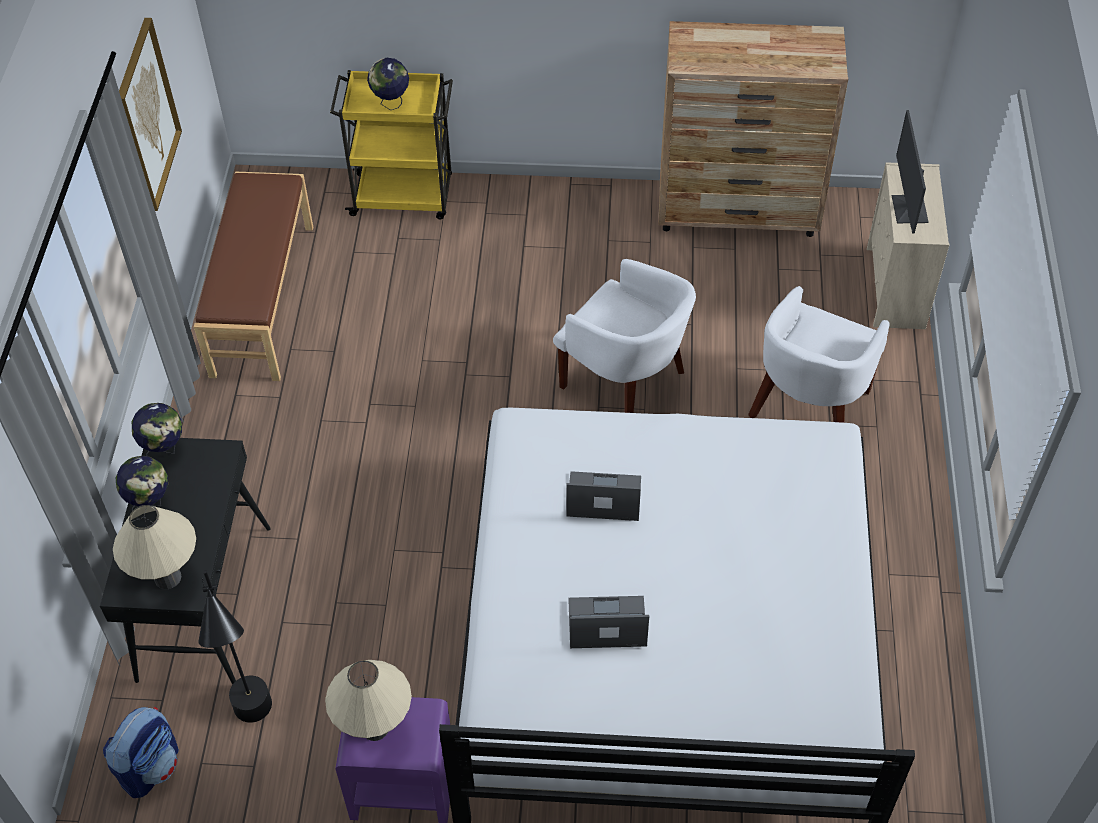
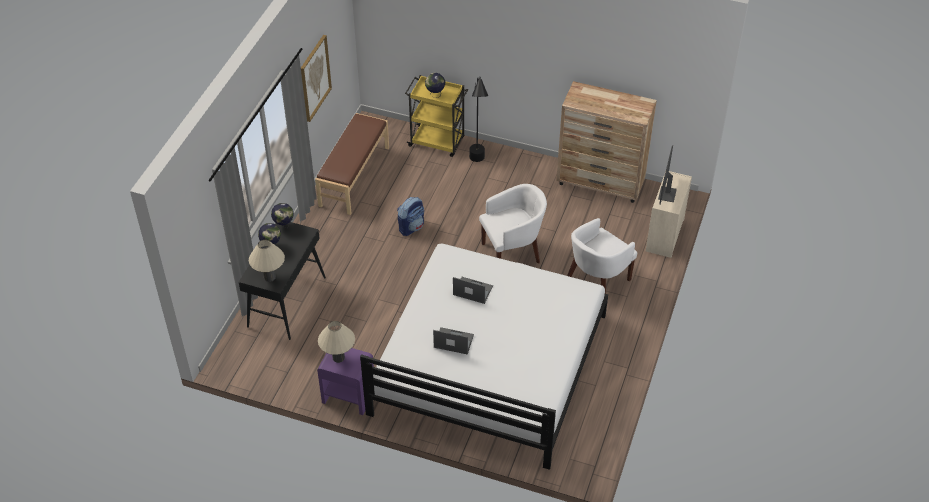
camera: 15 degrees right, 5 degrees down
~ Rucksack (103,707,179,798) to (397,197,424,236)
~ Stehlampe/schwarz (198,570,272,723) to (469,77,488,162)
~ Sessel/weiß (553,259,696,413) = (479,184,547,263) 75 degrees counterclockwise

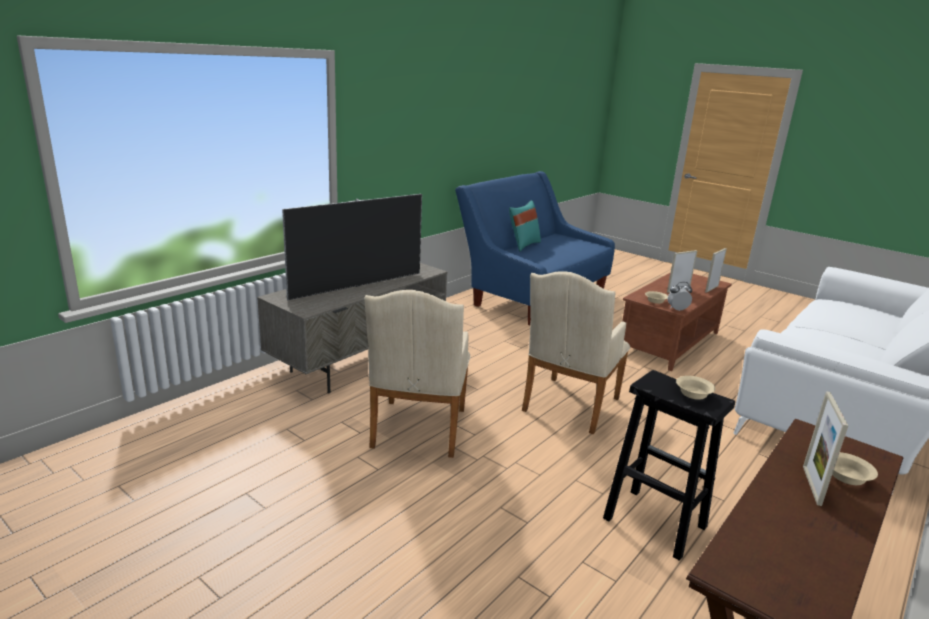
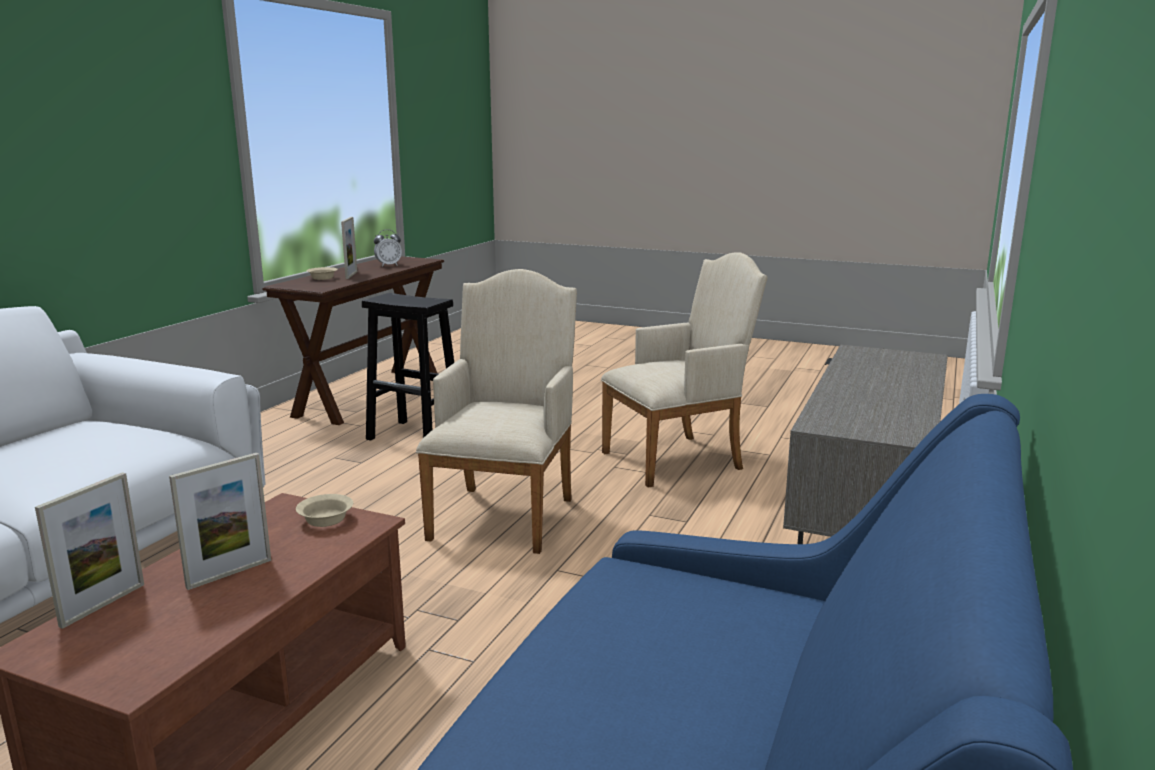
camera: 165 degrees right, 5 degrees down
- Fernseher (282,194,422,300)
~ Sessel/beige (364,290,471,458) = (601,252,768,488) 75 degrees clockwise
- Kissen/türkis (509,200,541,252)
~ Wecker (668,282,692,311) to (374,229,402,267)
- Schüssel/beige (676,376,716,400)

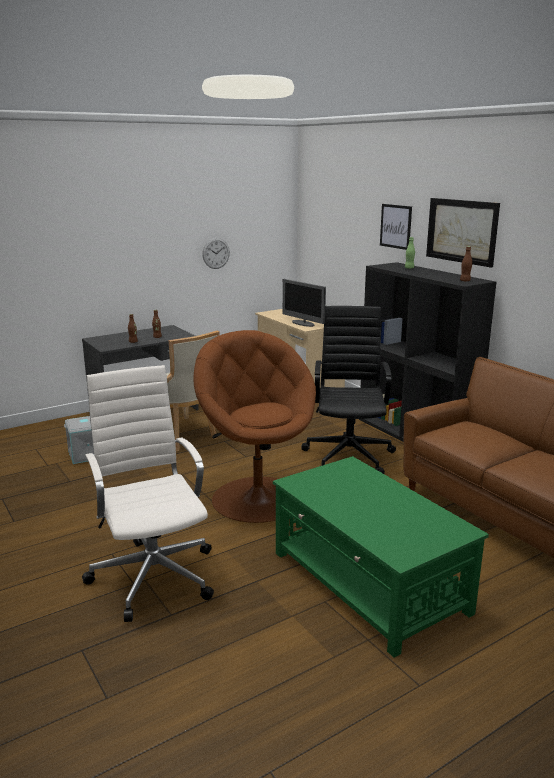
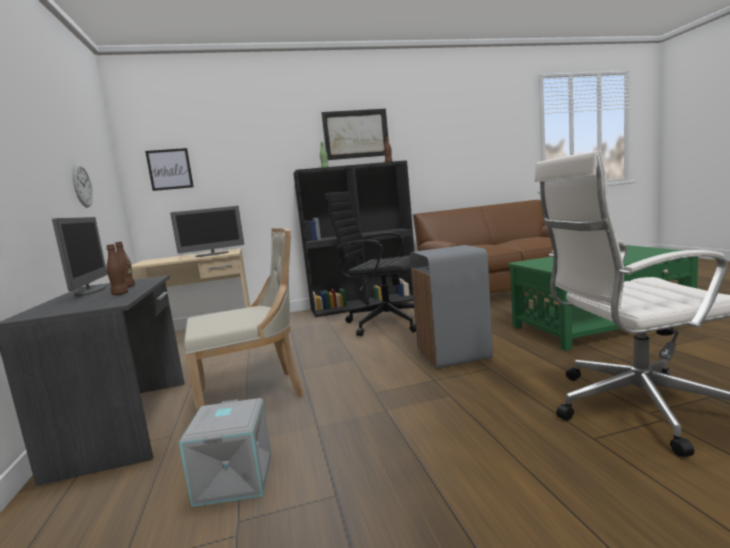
camera: 70 degrees left, 10 degrees down
~ Sessel/braun (193,330,316,523) to Mülleimer/grau (410,245,493,369)
~ Bild (380,204,412,250) to (145,148,194,191)
+ Monitor (52,217,107,296)

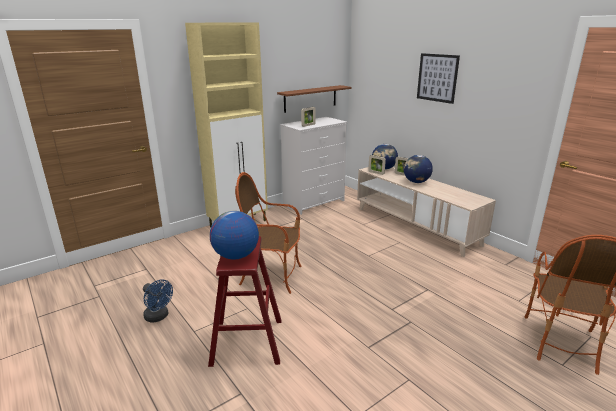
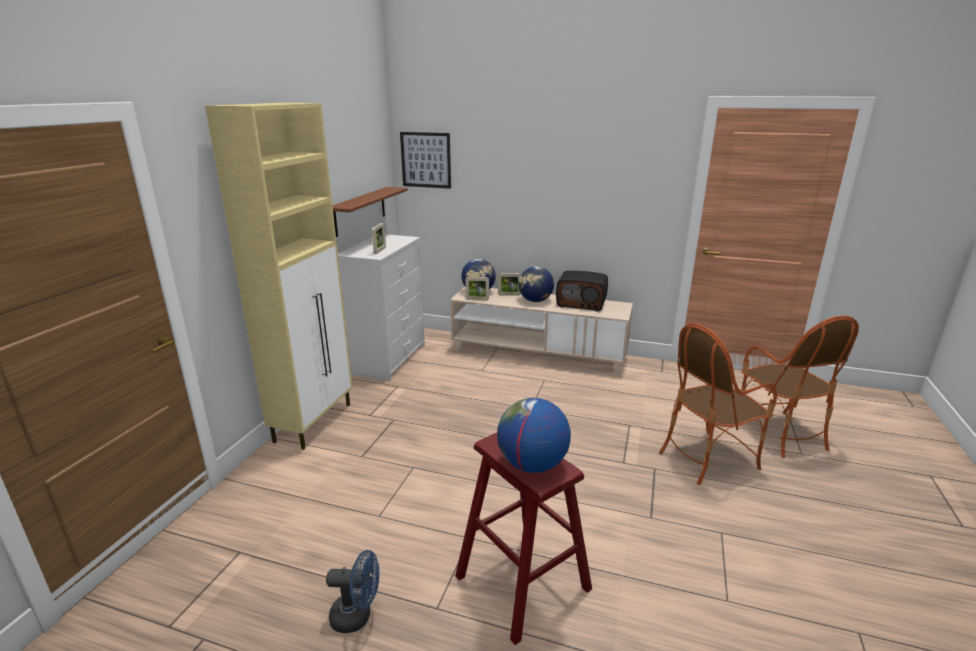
camera: 35 degrees left, 0 degrees up
~ Sessel (235,172,302,294) to (659,323,777,485)
~ Bild (417,53,460,104) to (400,132,451,189)
+ Radio (556,271,608,311)

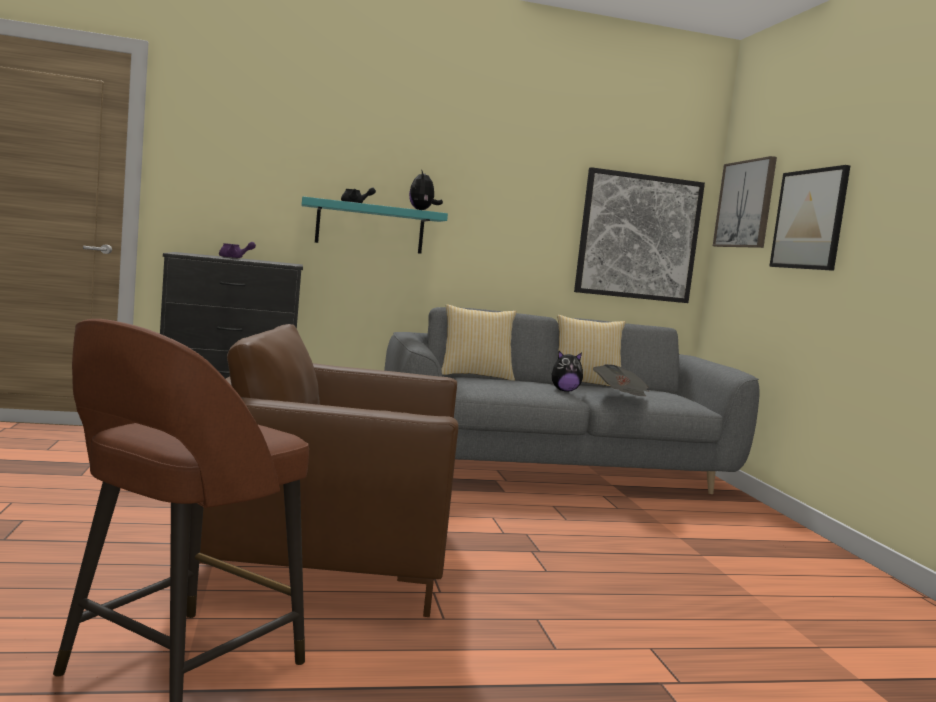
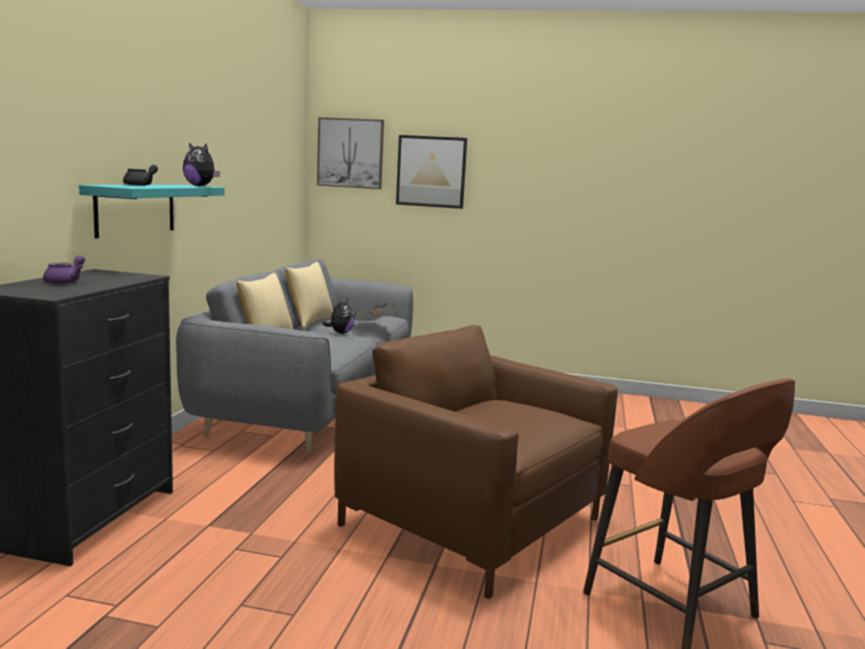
camera: 65 degrees left, 5 degrees up
~ Sessel/braun (199,324,458,617) = (334,325,618,599) 105 degrees clockwise
- Bild (574,167,705,303)

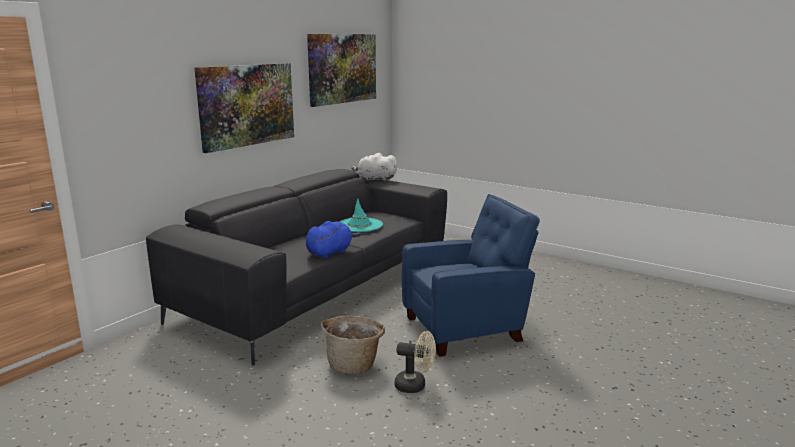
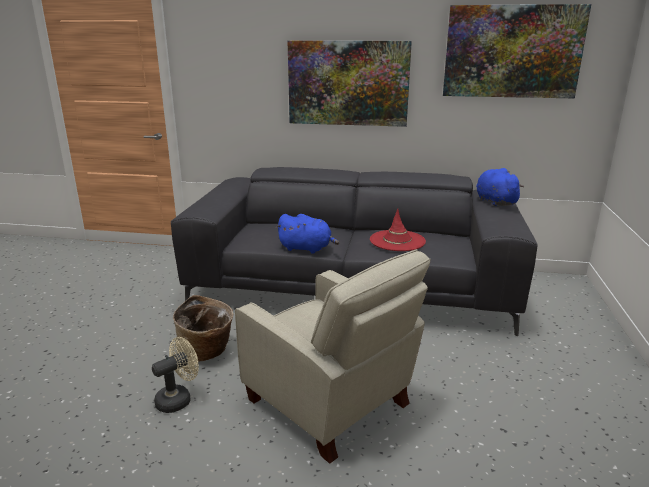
camera: 65 degrees right, 5 degrees up
~ Hut/türkis (339,198,383,232) to Hut/rot (370,209,426,251)
~ Plüschtier/weiß (351,153,397,181) to Plüschtier/blau (476,168,524,206)
~ Ventilator/beige (395,331,436,393) = (152,337,199,413) 120 degrees counterclockwise
~ Sessel/blau (402,194,540,357) to Sessel/beige (235,249,431,464)

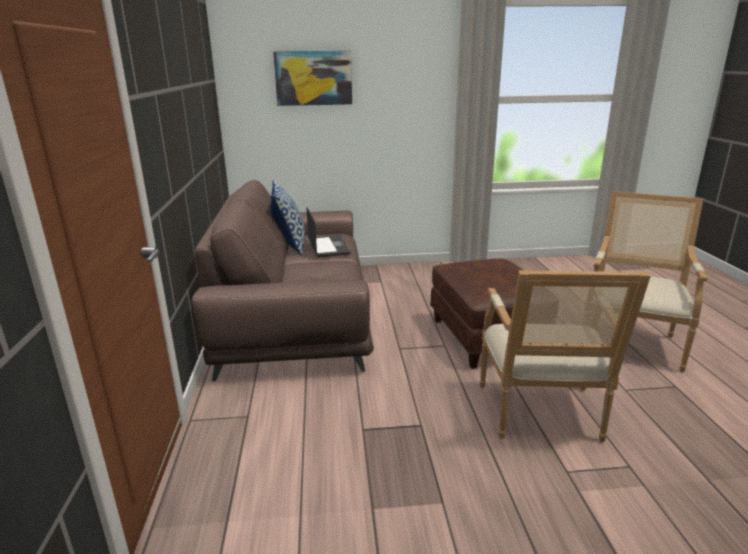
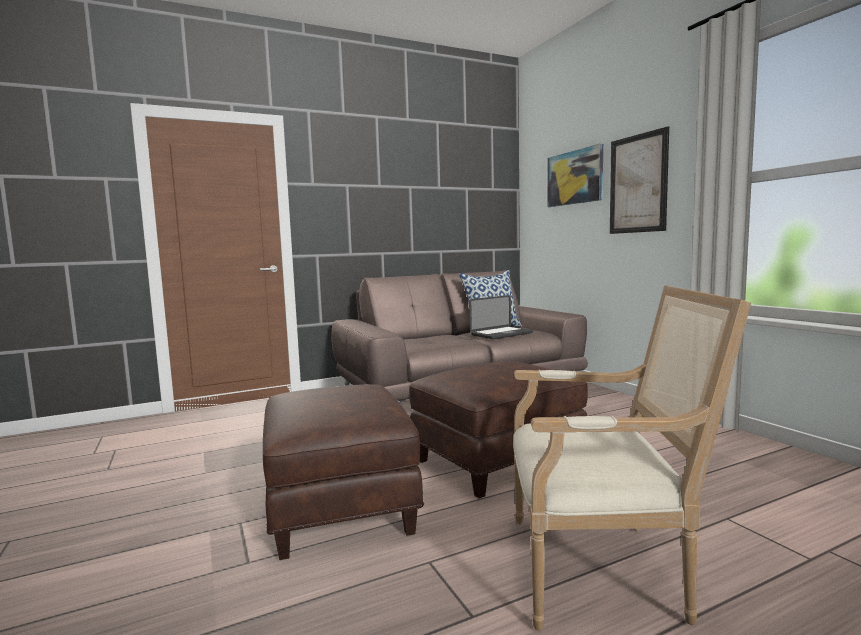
camera: 70 degrees right, 15 degrees down
~ Sessel (480,270,651,442) to Polsterhocker/braun (263,384,424,560)
+ Bild (610,126,669,234)

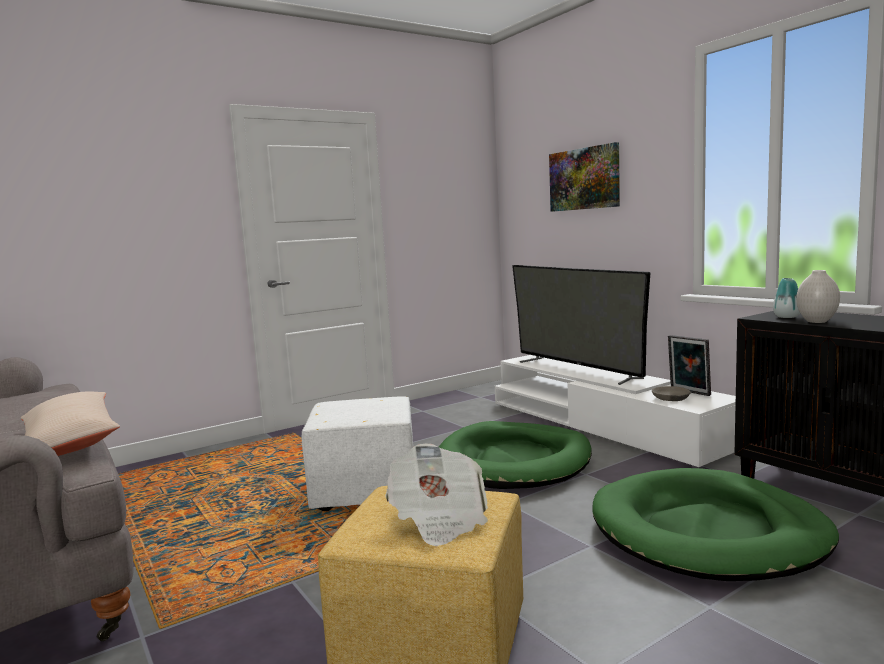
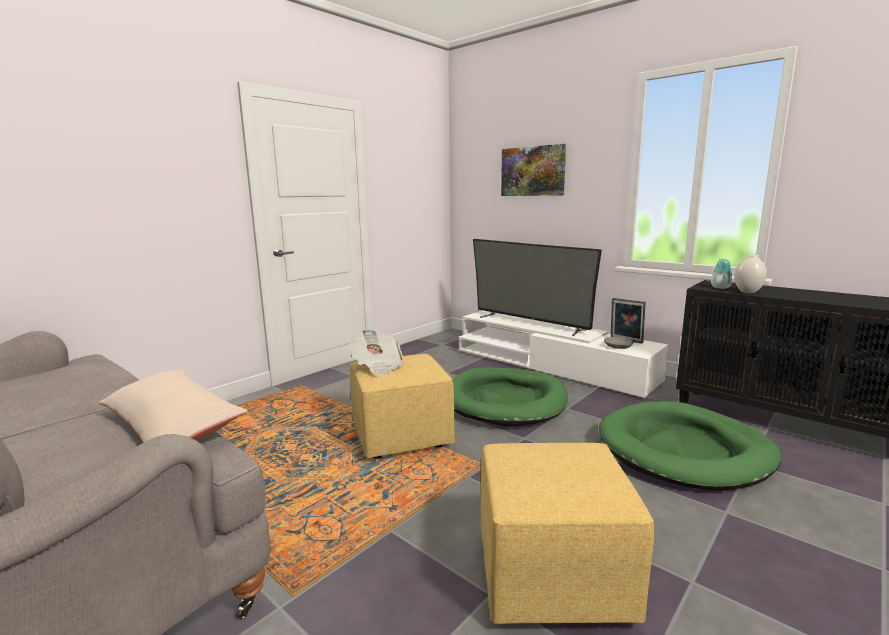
camera: 15 degrees left, 5 degrees up
~ Polsterhocker/weiß (302,396,413,511) to Polsterhocker/gelb (350,354,455,459)
~ Zeitung (385,443,488,546) to (350,329,404,376)

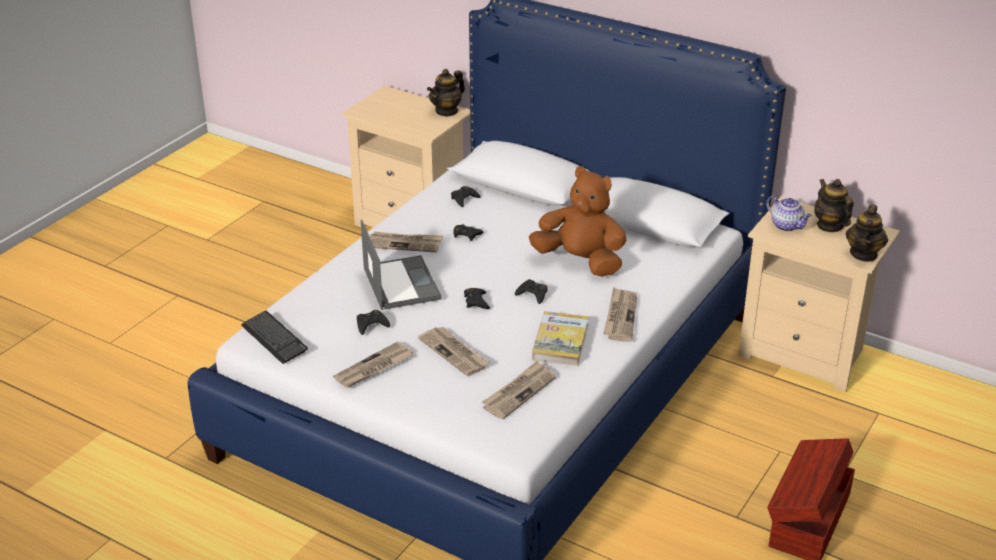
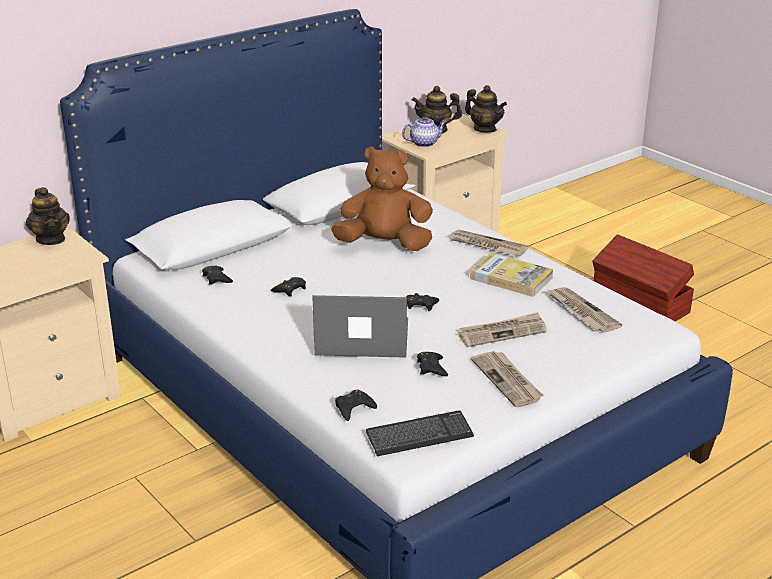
camera: 70 degrees left, 5 degrees down
- Zeitung (369,231,443,253)
~ Gamepad/schwarz (515,279,548,304) to (335,390,377,421)
~ Plüschtier/braun (529,166,627,277) = (331,146,433,251) 45 degrees clockwise

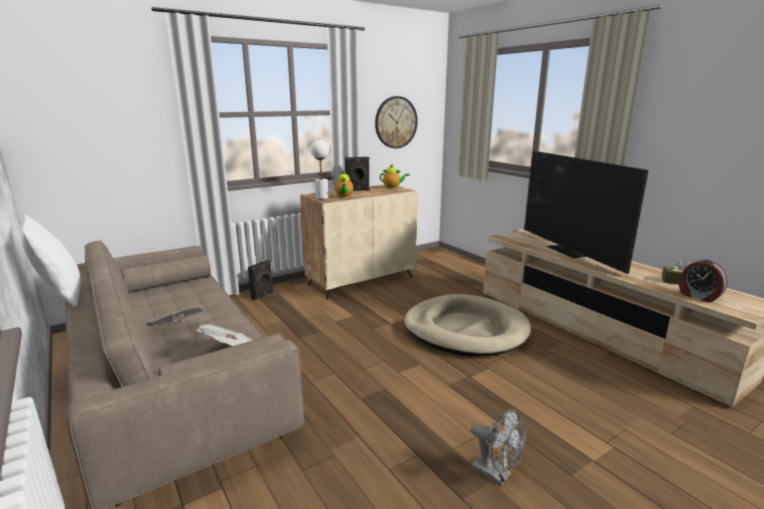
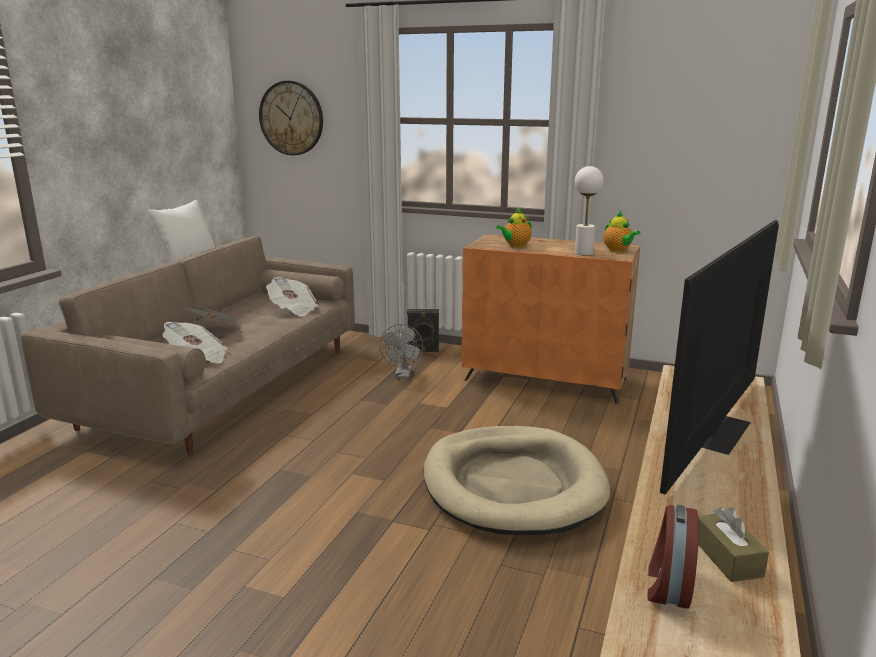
camera: 55 degrees right, 0 degrees up
~ Schrank/beige (300,185,418,299) to Schrank/orange (462,234,640,403)
~ Tischlampe/weiß (310,140,329,199) to (575,166,603,255)
- Lautsprecher/schwarz (345,157,370,191)
~ Wanduhr (375,96,418,149) to (259,81,323,155)
~ Ventilator/grau (471,409,526,486) to (380,324,423,379)
+ Zeitung (266,277,318,316)

